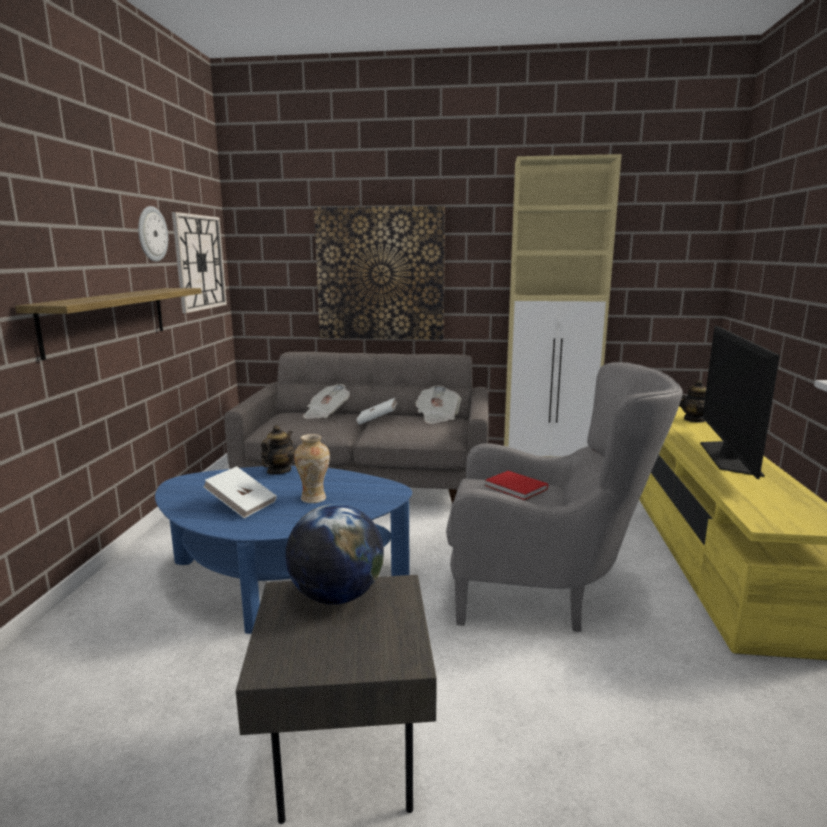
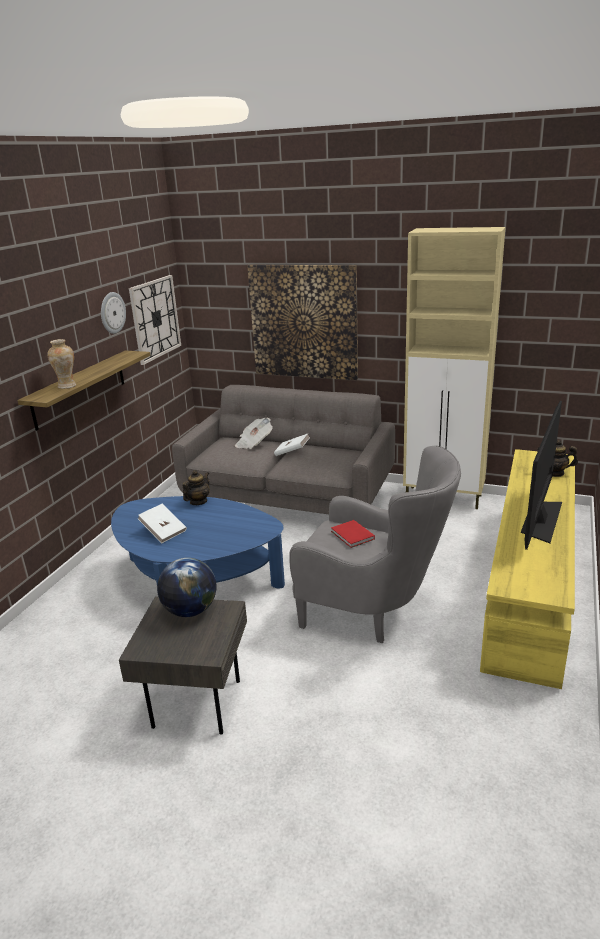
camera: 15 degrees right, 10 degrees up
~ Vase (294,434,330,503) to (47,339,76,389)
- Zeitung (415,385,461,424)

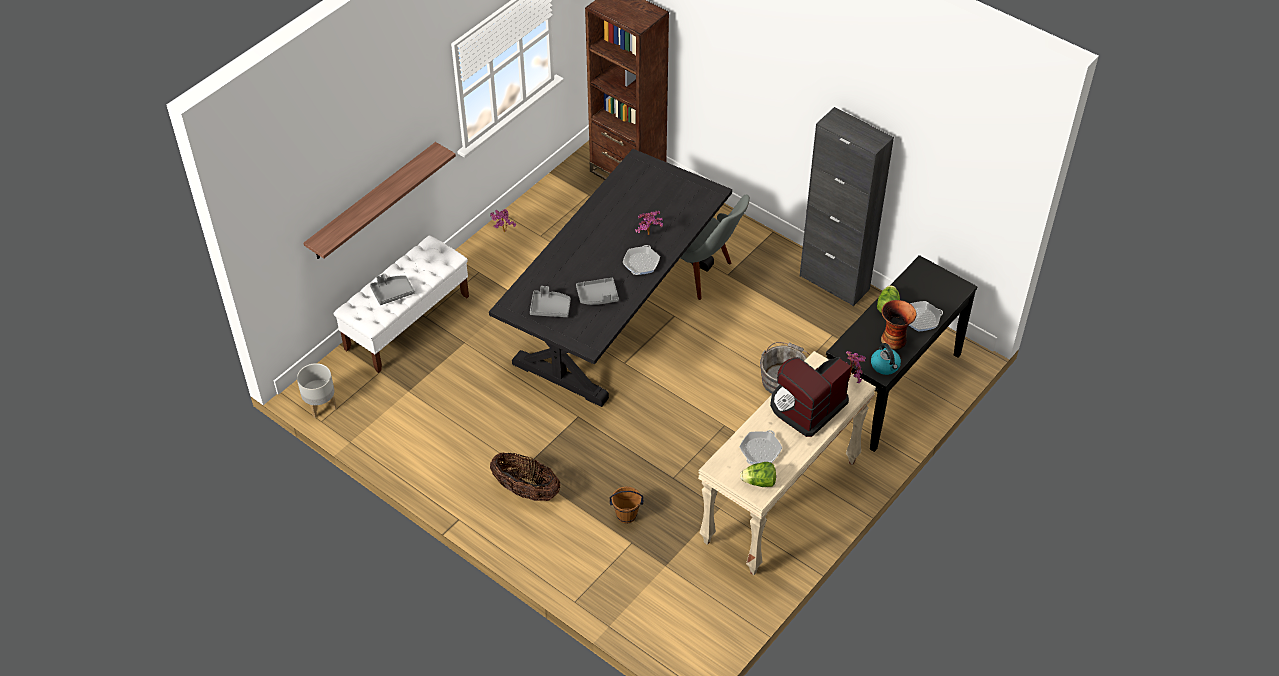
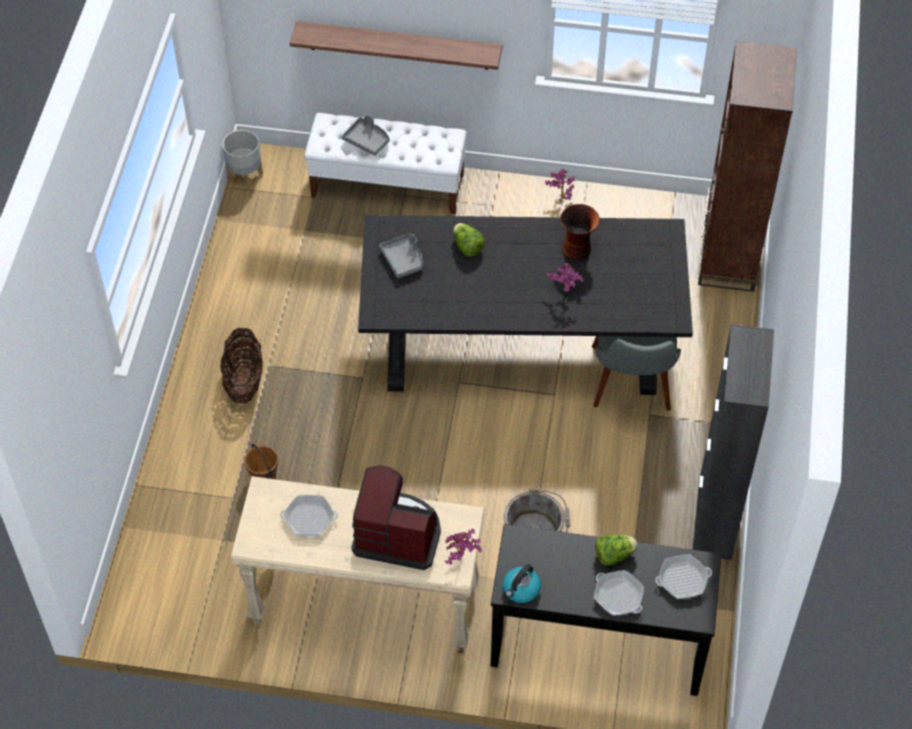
camera: 60 degrees right, 5 degrees up
- Tablett/grau (576,278,619,305)
~ Pfanne (623,245,660,275) to (655,554,712,599)
~ Salatkopf (740,462,776,487) to (453,223,485,256)
~ Vase (881,300,917,350) to (560,204,600,260)

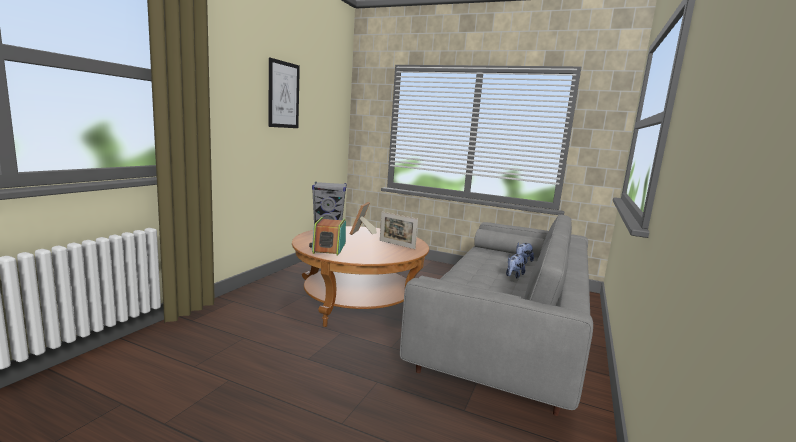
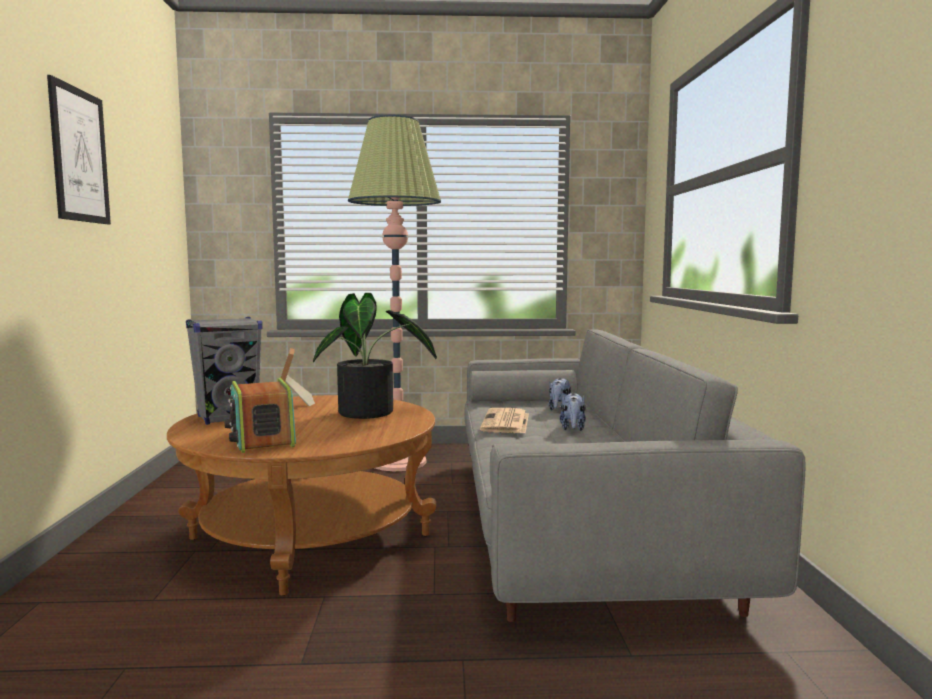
camera: 25 degrees left, 5 degrees down
~ Bilderrahmen (380,212,418,249) to Topfpflanze (313,293,437,419)
+ Stehlampe (348,115,441,471)
+ Zeitung (480,408,529,433)

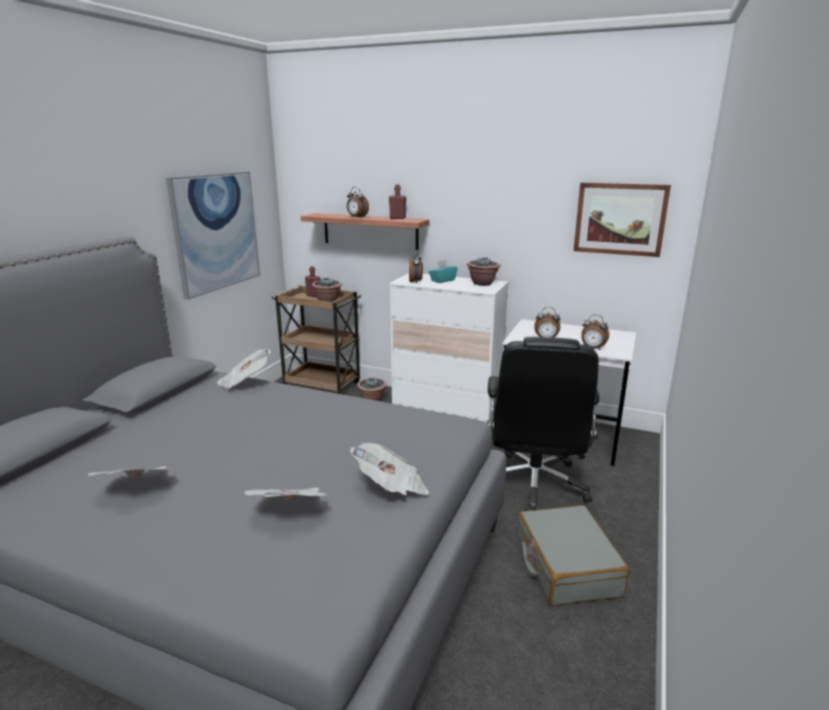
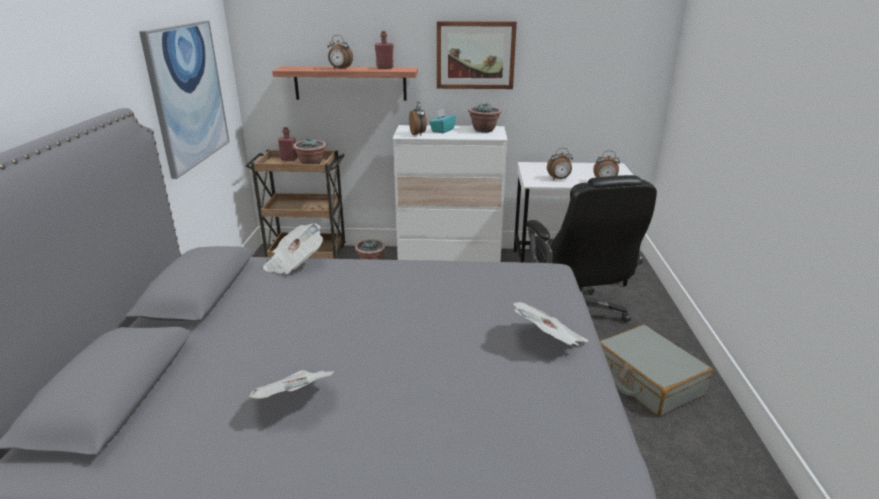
camera: 20 degrees left, 5 degrees up
- Zeitung (244,488,328,501)
~ Bild (573,183,671,257) to (437,21,517,89)

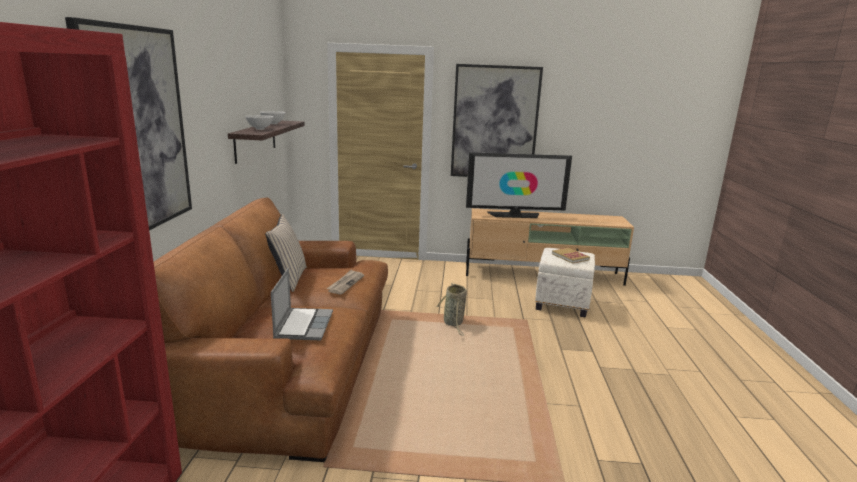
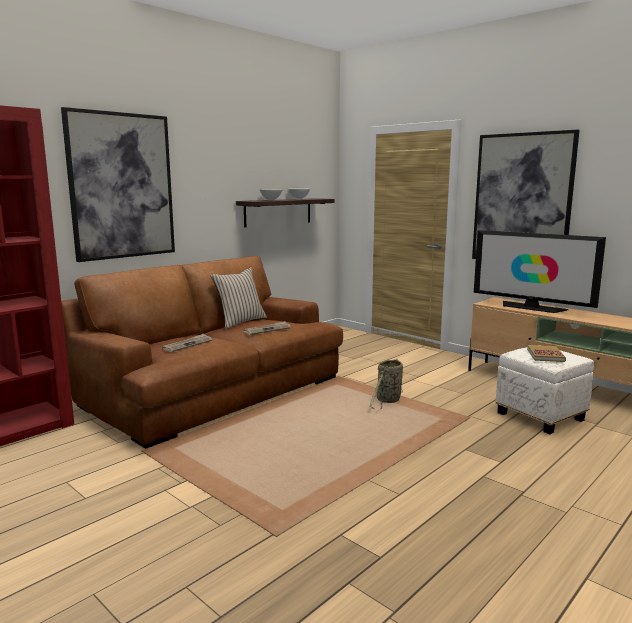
camera: 40 degrees right, 5 degrees down
~ Laptop (271,268,333,340) to Zeitung (163,334,212,352)

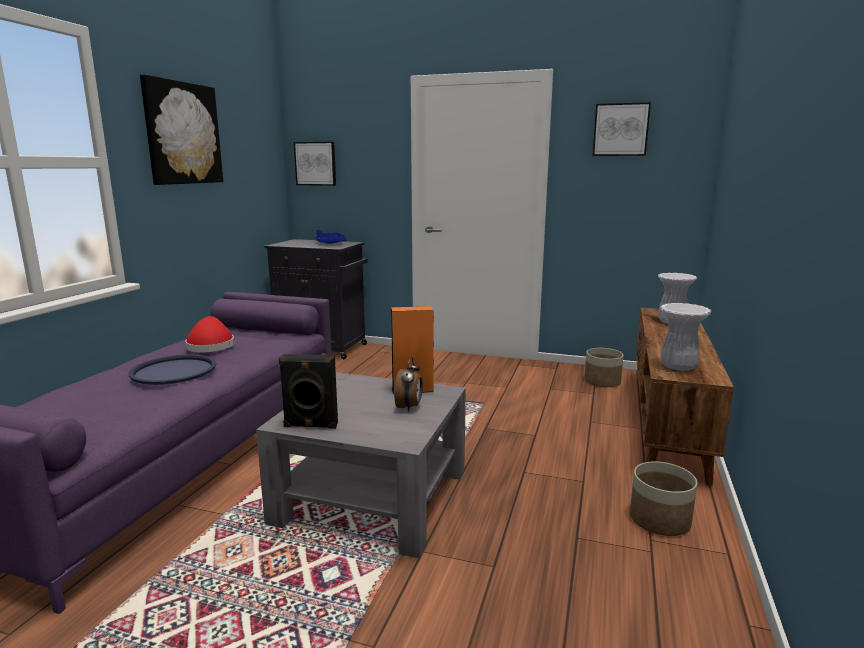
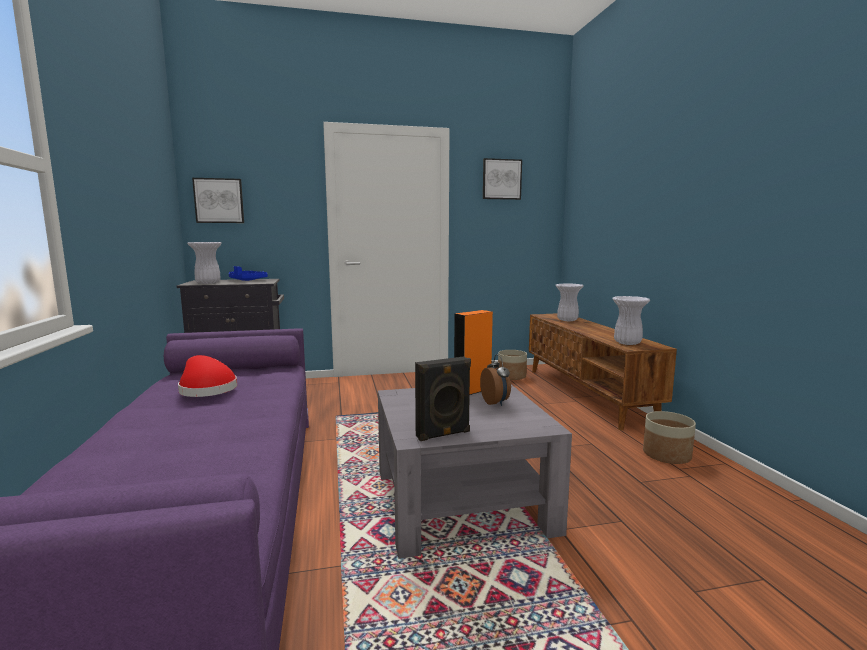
camera: 30 degrees left, 5 degrees down
- Tablett/blau (128,354,216,385)
- Bild (140,74,223,185)
+ Vase/weiß (187,242,222,284)

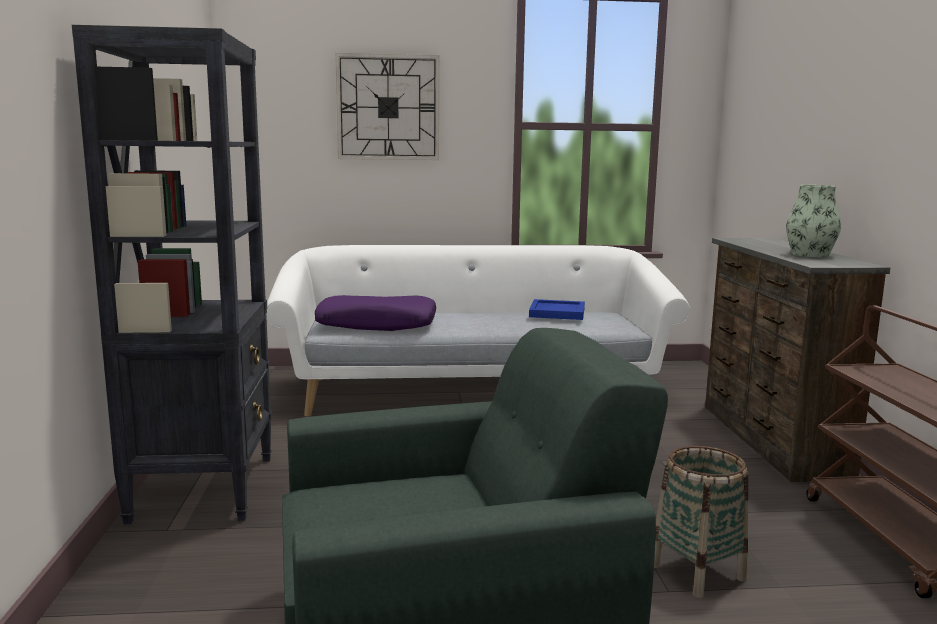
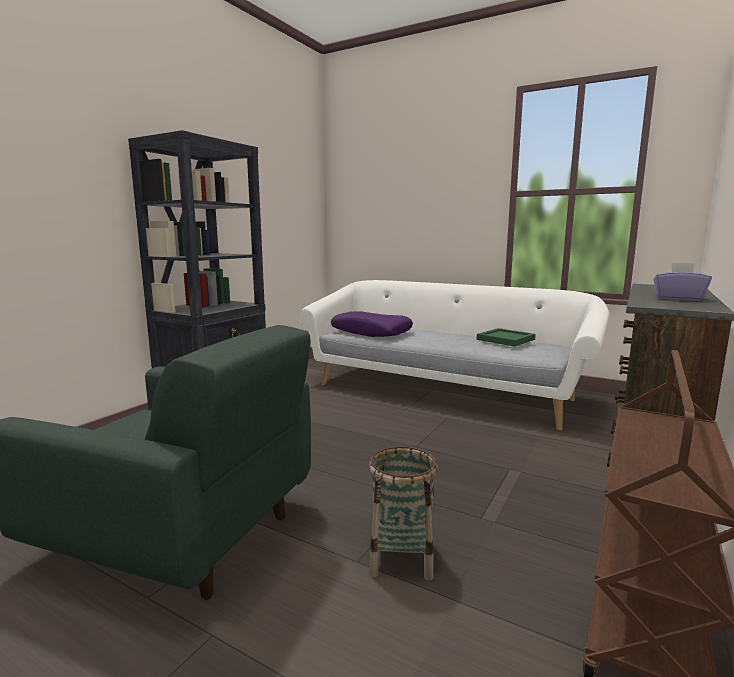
camera: 35 degrees right, 0 degrees up
- Wanduhr (335,53,439,160)
~ Tablett/blau (529,299,585,320) to Tablett/grün (477,328,536,347)
~ Vase (786,185,841,257) to Taschentuchbox/lila (653,262,712,301)

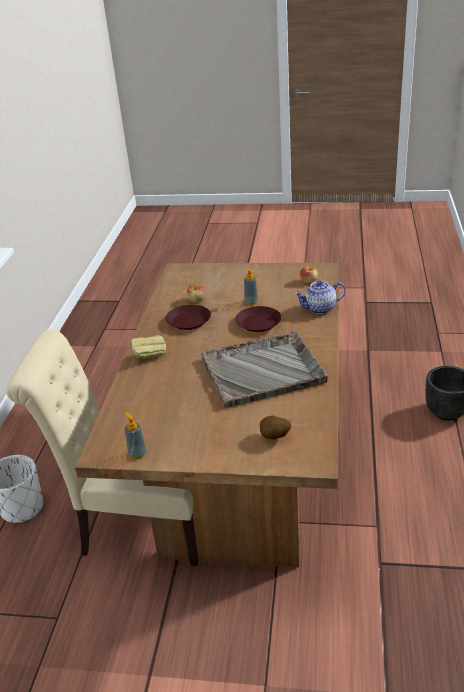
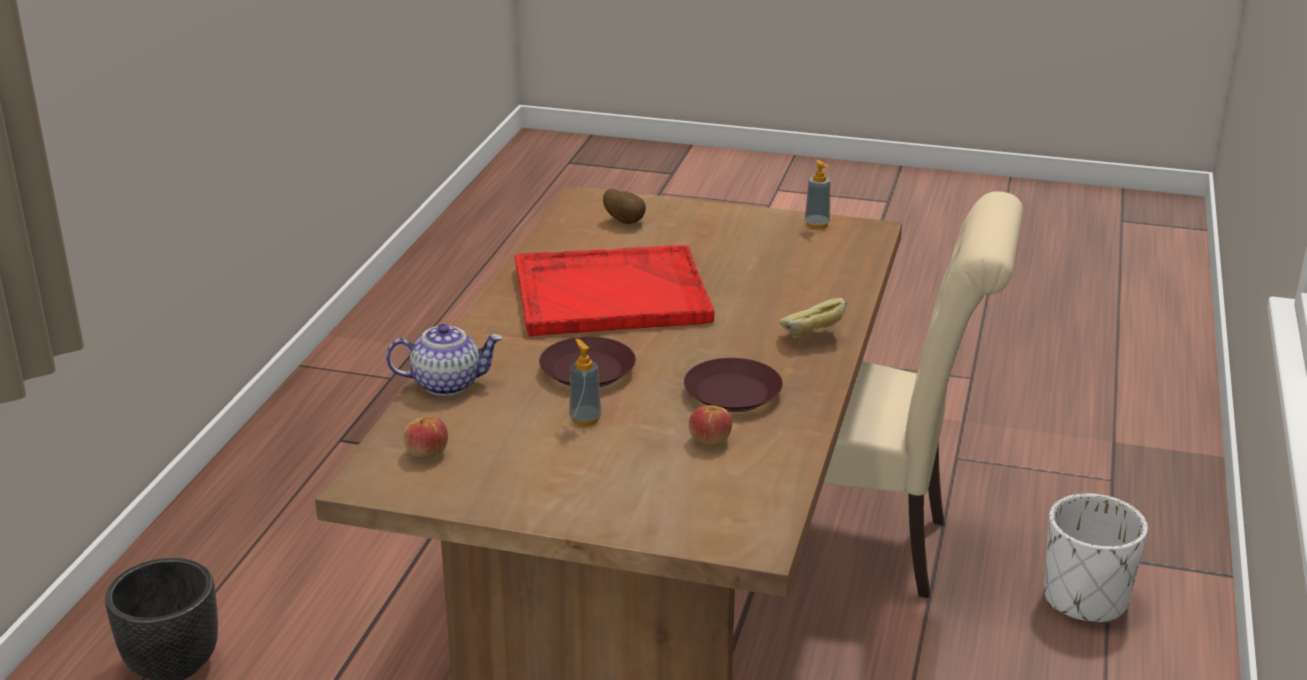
camera: 175 degrees left, 5 degrees down
~ Tablett/grau (201,331,328,408) to Tablett/rot (515,245,714,336)

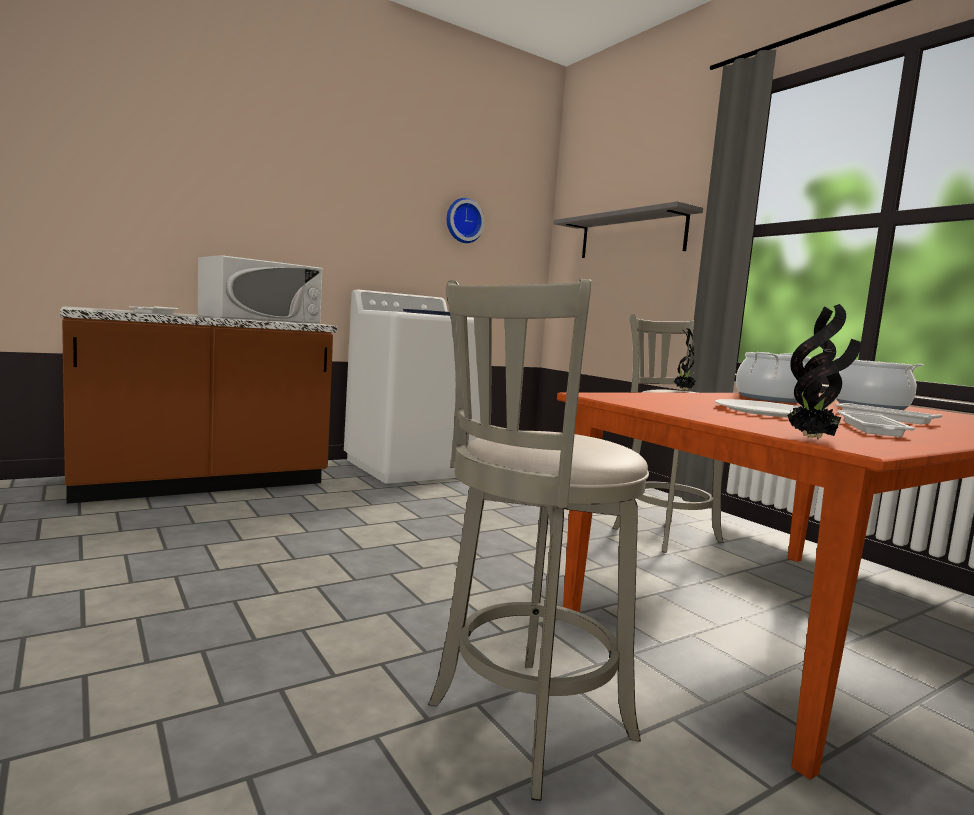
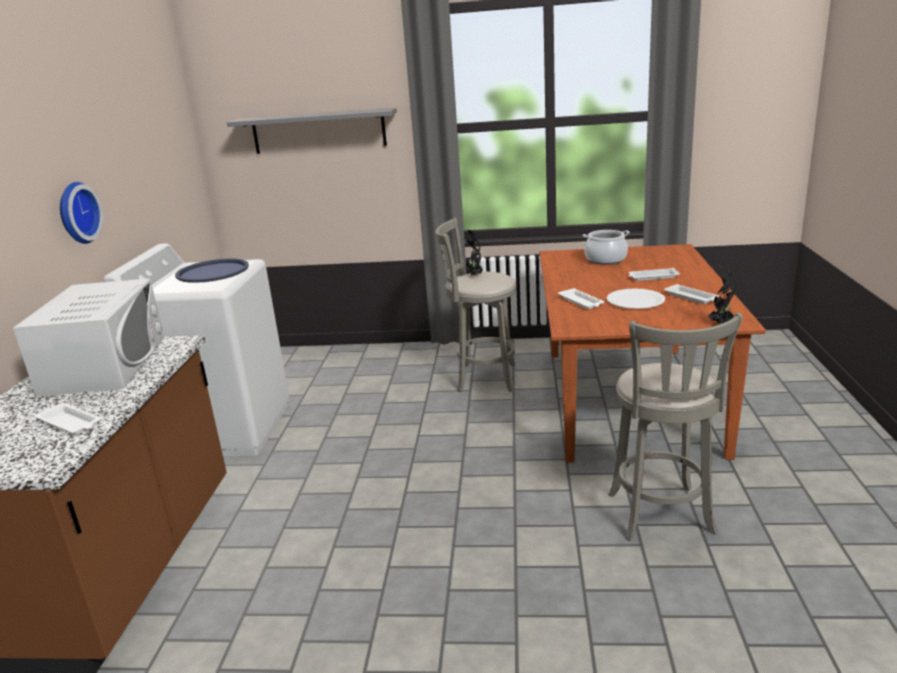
camera: 50 degrees left, 15 degrees up
~ Wanduhr (447,198,485,243) to (60,182,103,244)
- Kochtopf (736,352,811,403)
+ Tablett/weiß (558,288,604,309)

